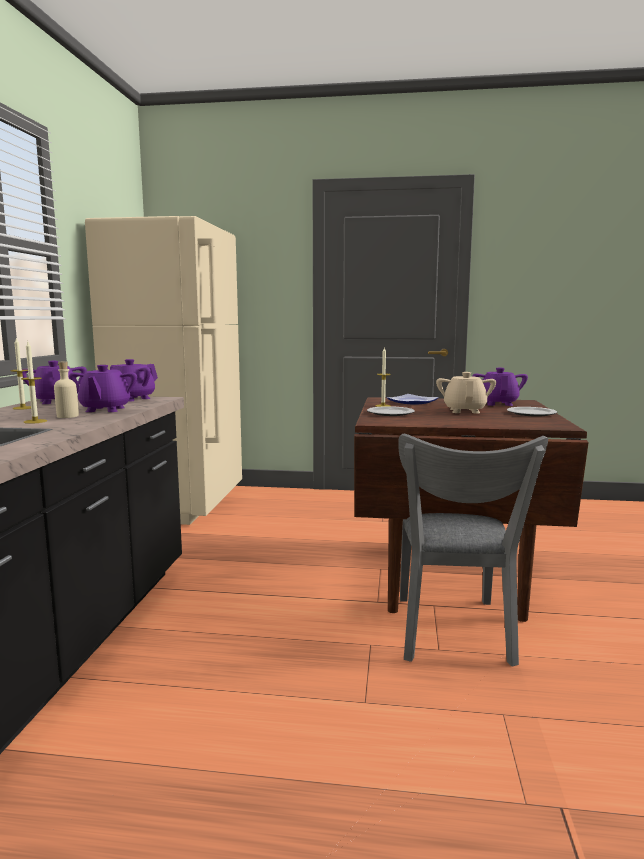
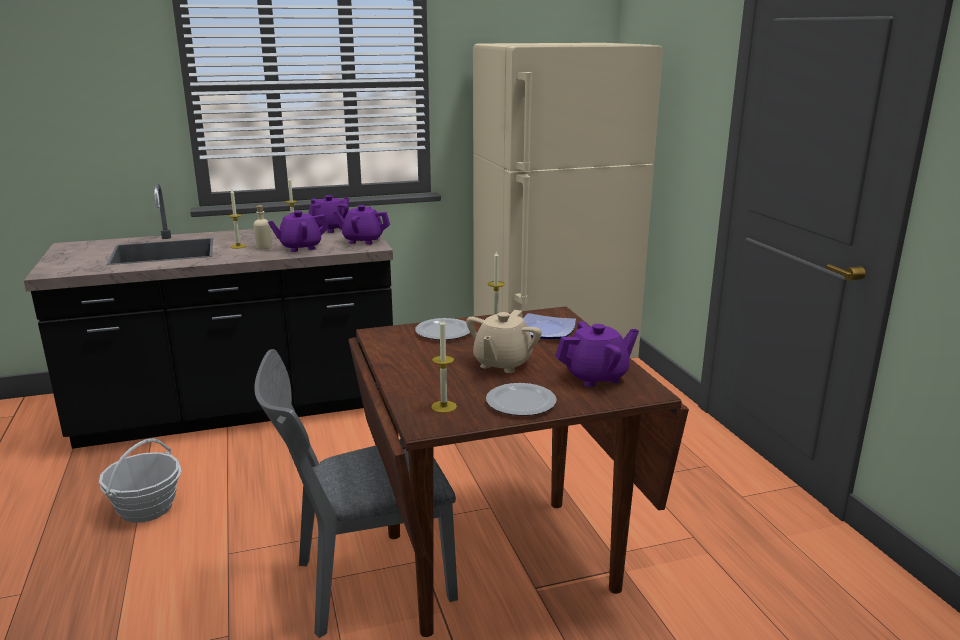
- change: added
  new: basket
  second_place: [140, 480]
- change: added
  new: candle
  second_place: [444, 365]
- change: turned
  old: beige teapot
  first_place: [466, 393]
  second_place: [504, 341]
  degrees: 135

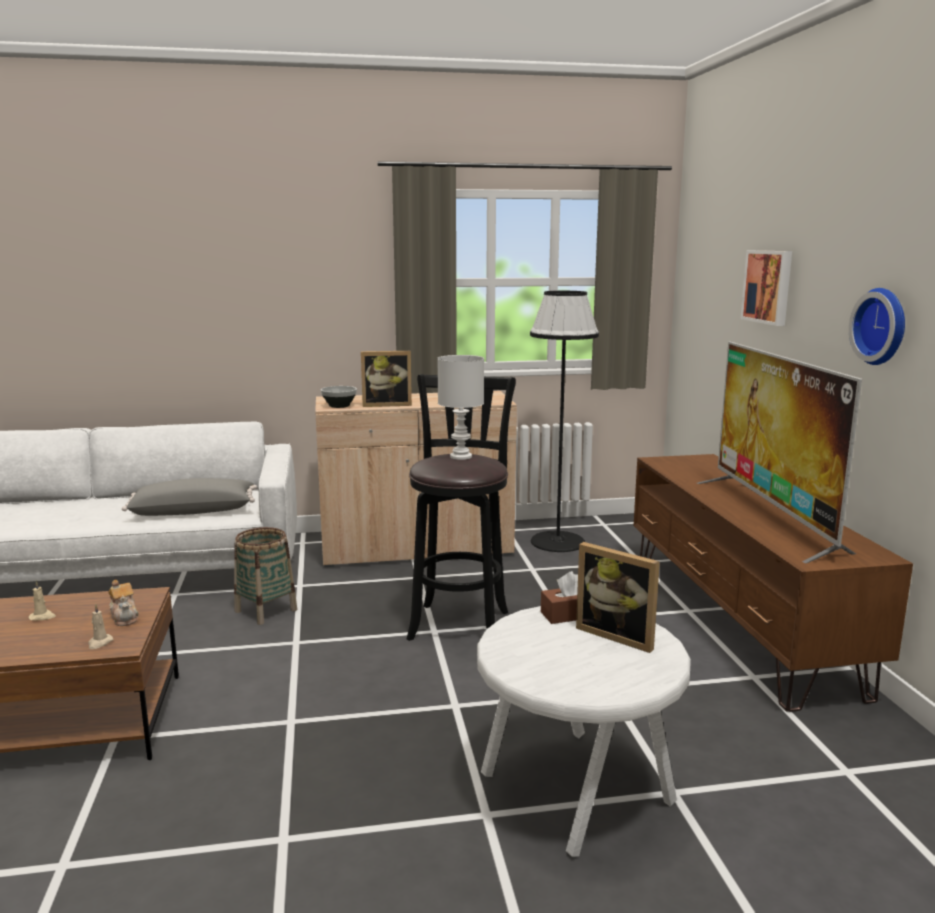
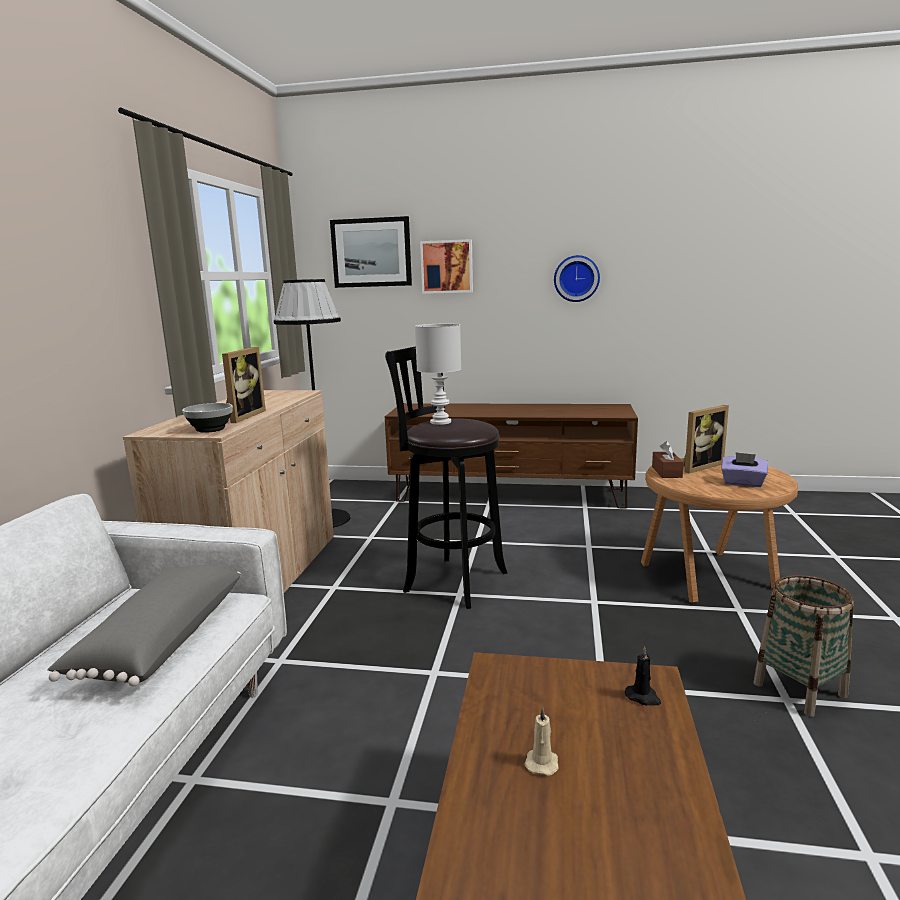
- change: removed
  old: teapot
  first_place: [123, 602]
- change: removed
  old: television
  first_place: [779, 452]
- change: added
  new: picture
  second_place: [371, 252]
- change: added
  new: purple tissue box
  second_place: [744, 469]
- change: moved
  old: basket
  first_place: [265, 576]
  second_place: [803, 646]
- change: recoloured
  old: beige candle
  new: black candle
  first_place: [101, 626]
  second_place: [643, 676]
- change: recoloured
  old: white side table
  new: brown side table
  first_place: [584, 731]
  second_place: [719, 530]

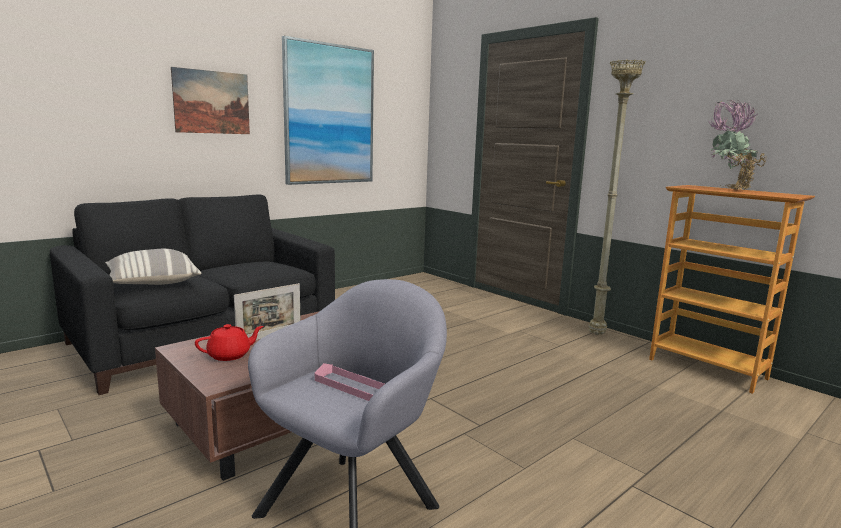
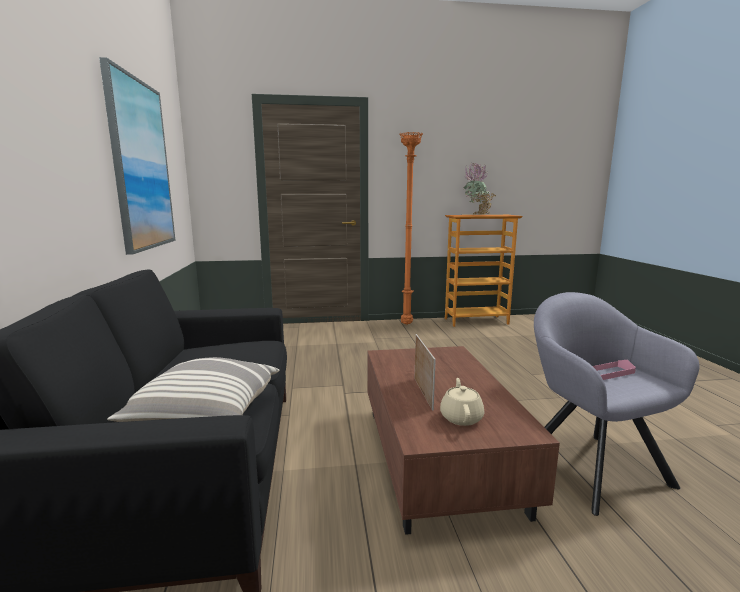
- change: removed
  old: picture
  first_place: [210, 100]
- change: recoloured
  old: red teapot
  new: beige teapot
  first_place: [229, 342]
  second_place: [462, 402]
- change: recoloured
  old: beige floor lamp
  new: orange floor lamp
  first_place: [617, 197]
  second_place: [411, 228]

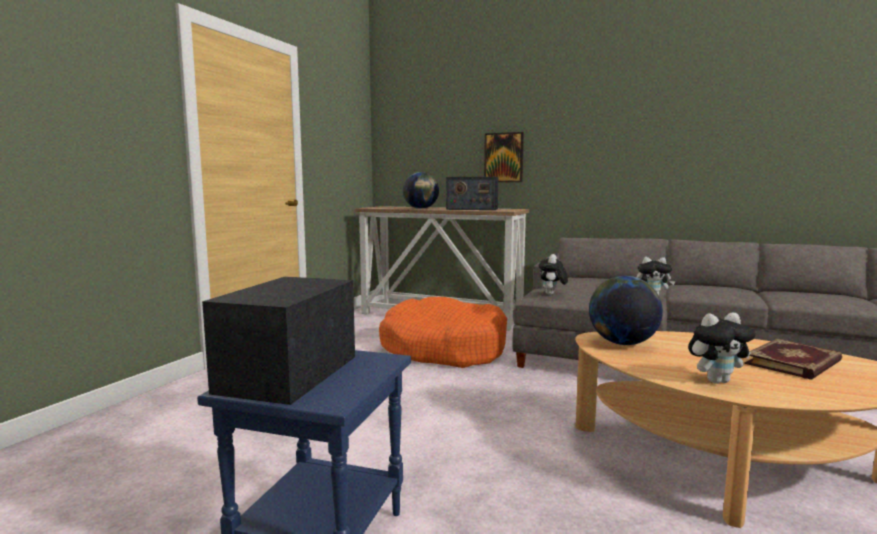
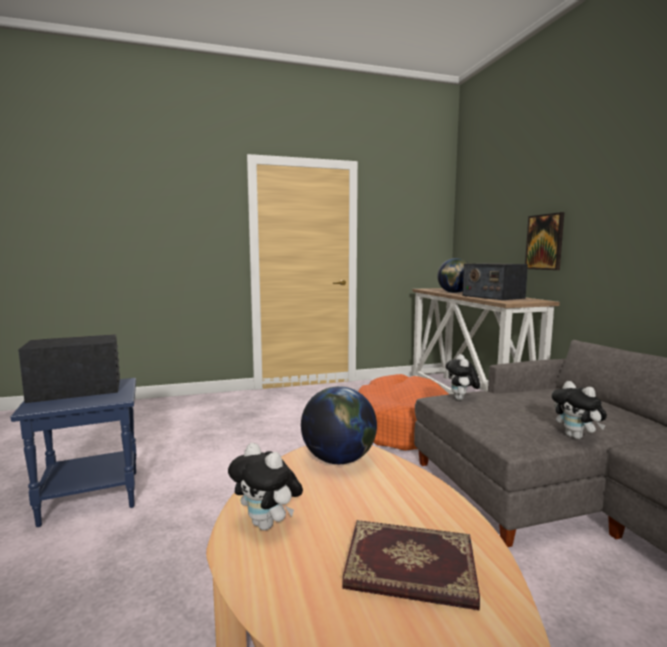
- change: turned
  old: plush toy
  first_place: [553, 274]
  second_place: [463, 377]
  degrees: -60

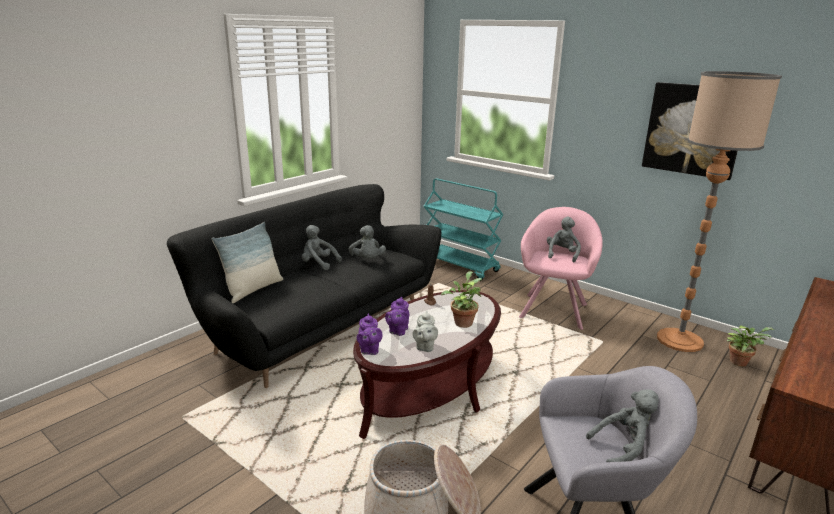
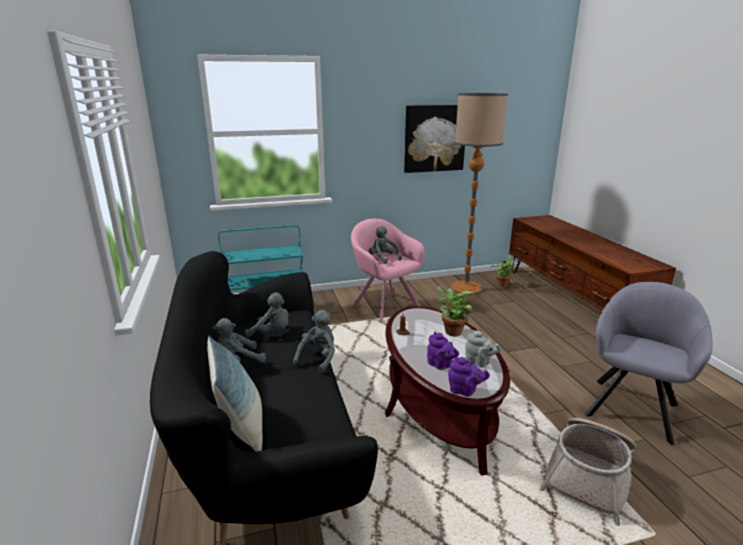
- change: moved
  old: grey plush toy
  first_place: [622, 425]
  second_place: [314, 341]

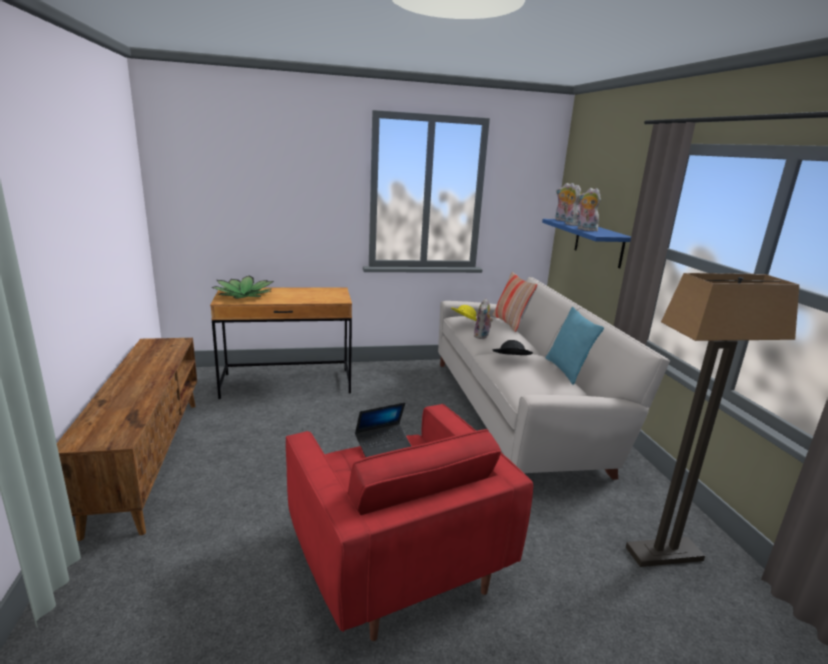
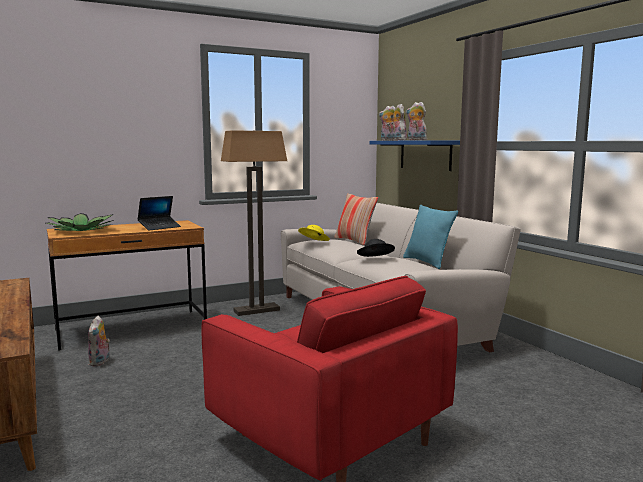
- change: moved
  old: laptop
  first_place: [383, 429]
  second_place: [159, 213]
- change: moved
  old: plush toy
  first_place: [483, 318]
  second_place: [99, 341]
- change: moved
  old: floor lamp
  first_place: [712, 420]
  second_place: [254, 223]

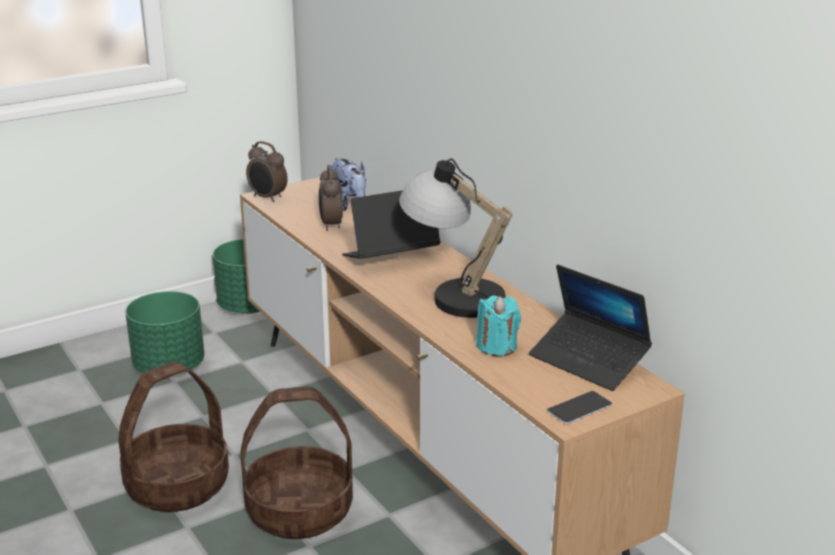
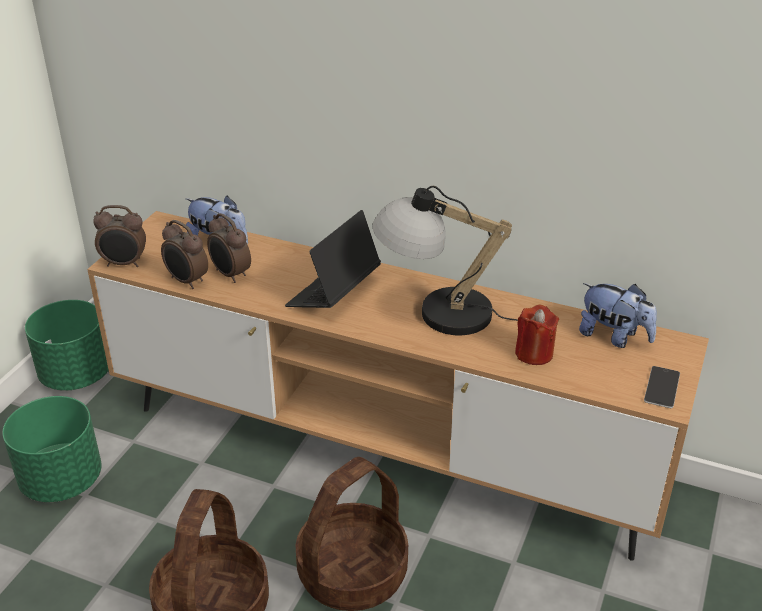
- change: added
  new: alarm clock
  second_place: [184, 254]
- change: replaced
  old: laptop
  new: plush toy
  first_place: [590, 327]
  second_place: [618, 315]
- change: recoloured
  old: turquoise candle
  new: red candle
  first_place: [498, 326]
  second_place: [537, 335]

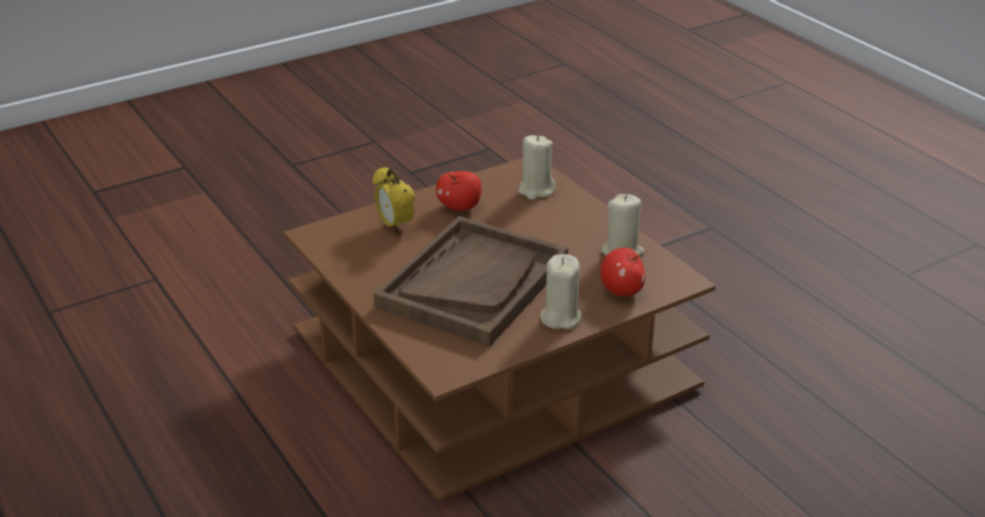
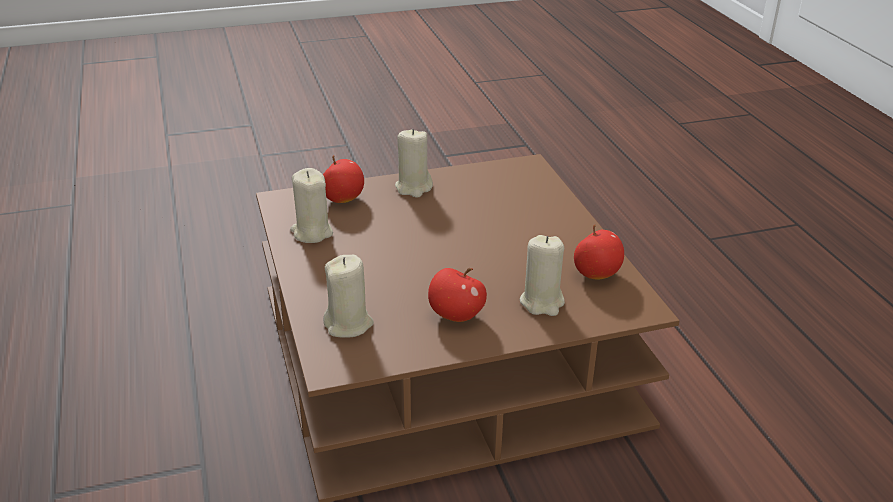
- change: removed
  old: brown tray
  first_place: [470, 281]
- change: added
  new: apple
  second_place: [599, 252]
- change: replaced
  old: alarm clock
  new: beige candle
  first_place: [394, 200]
  second_place: [542, 275]

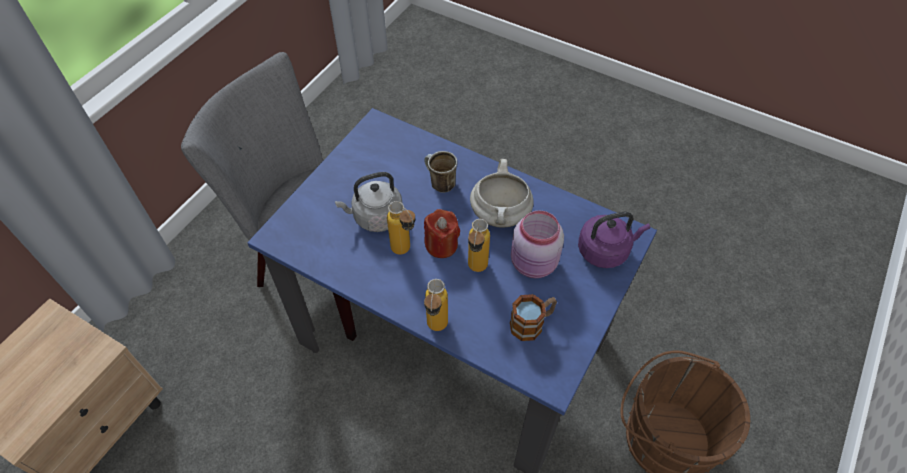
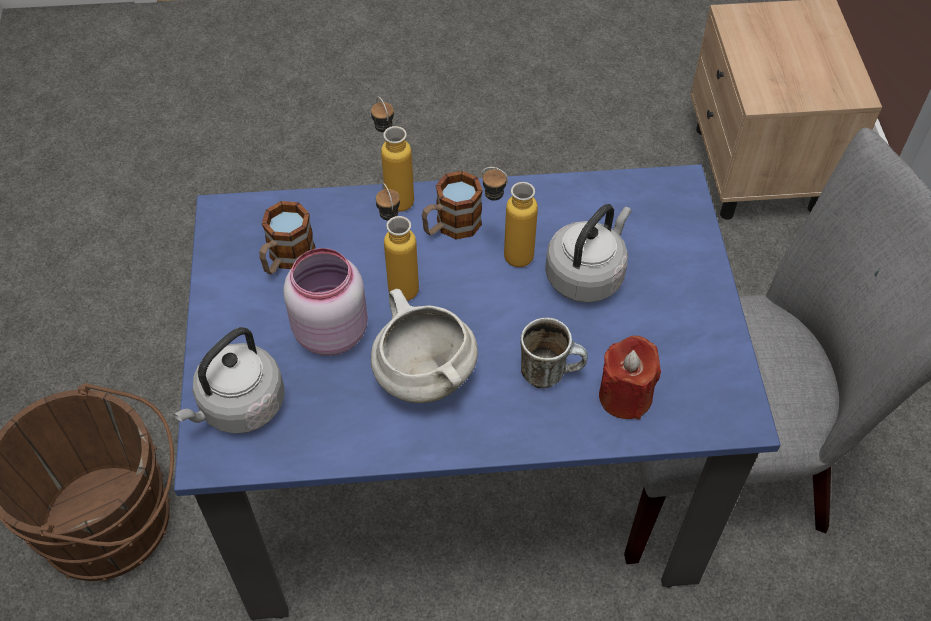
- change: added
  new: mug
  second_place: [452, 205]
- change: moved
  old: red candle
  first_place: [442, 233]
  second_place: [630, 378]
- change: recoloured
  old: purple kettle
  new: grey kettle
  first_place: [614, 240]
  second_place: [229, 380]

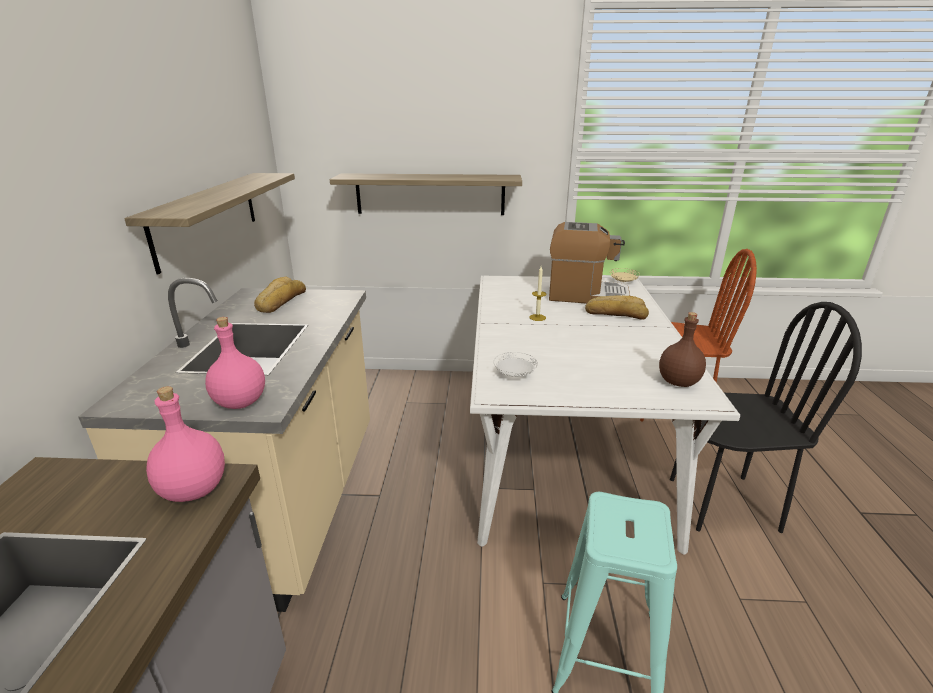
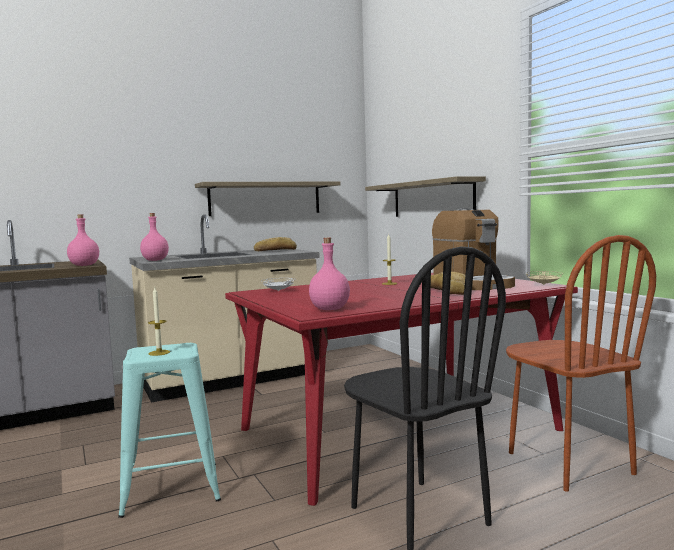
- change: added
  new: candle
  second_place: [159, 321]
- change: recoloured
  old: white dining table
  new: red dining table
  first_place: [605, 415]
  second_place: [401, 389]
- change: recoloured
  old: brown bottle
  new: pink bottle
  first_place: [682, 349]
  second_place: [329, 274]

